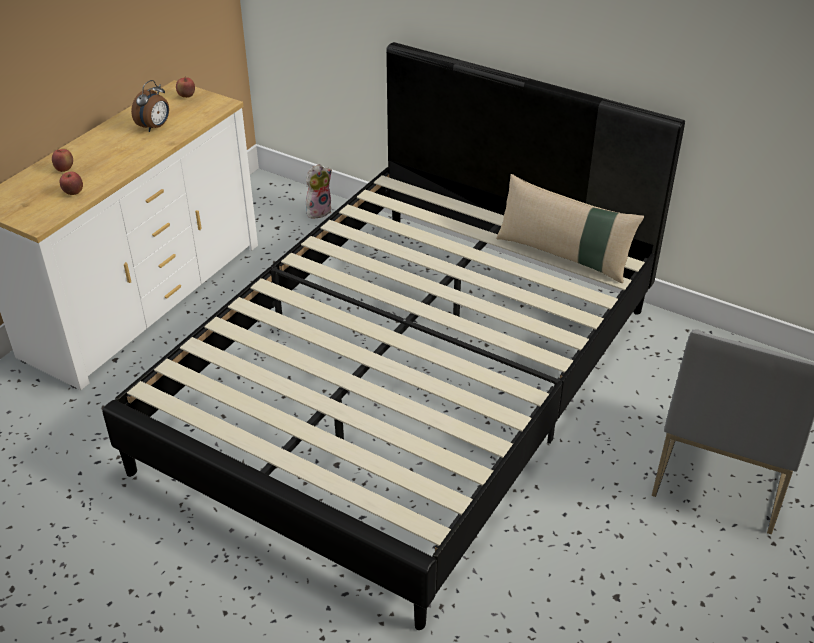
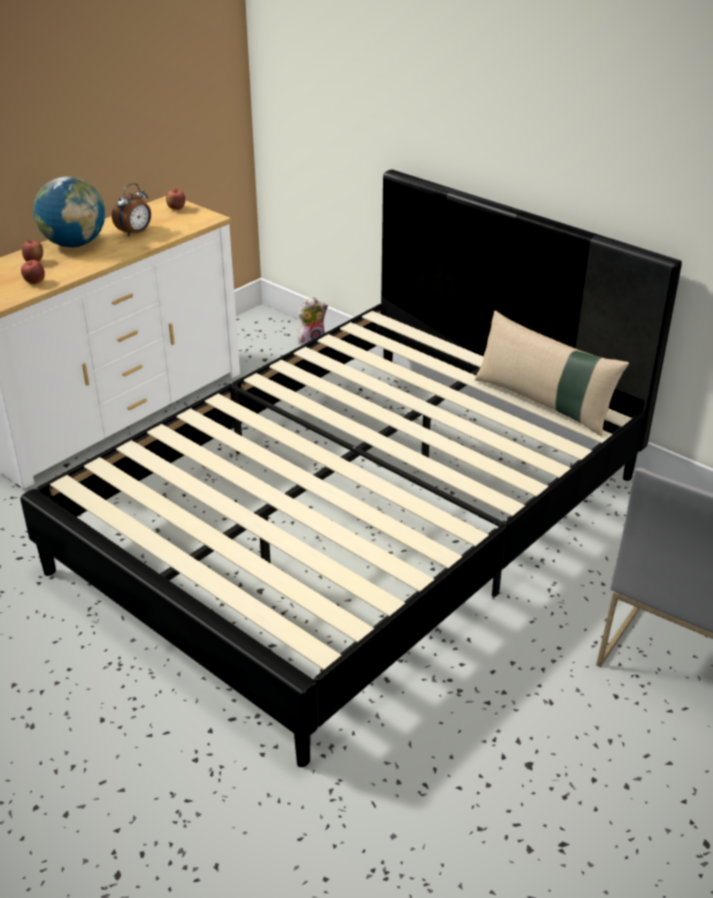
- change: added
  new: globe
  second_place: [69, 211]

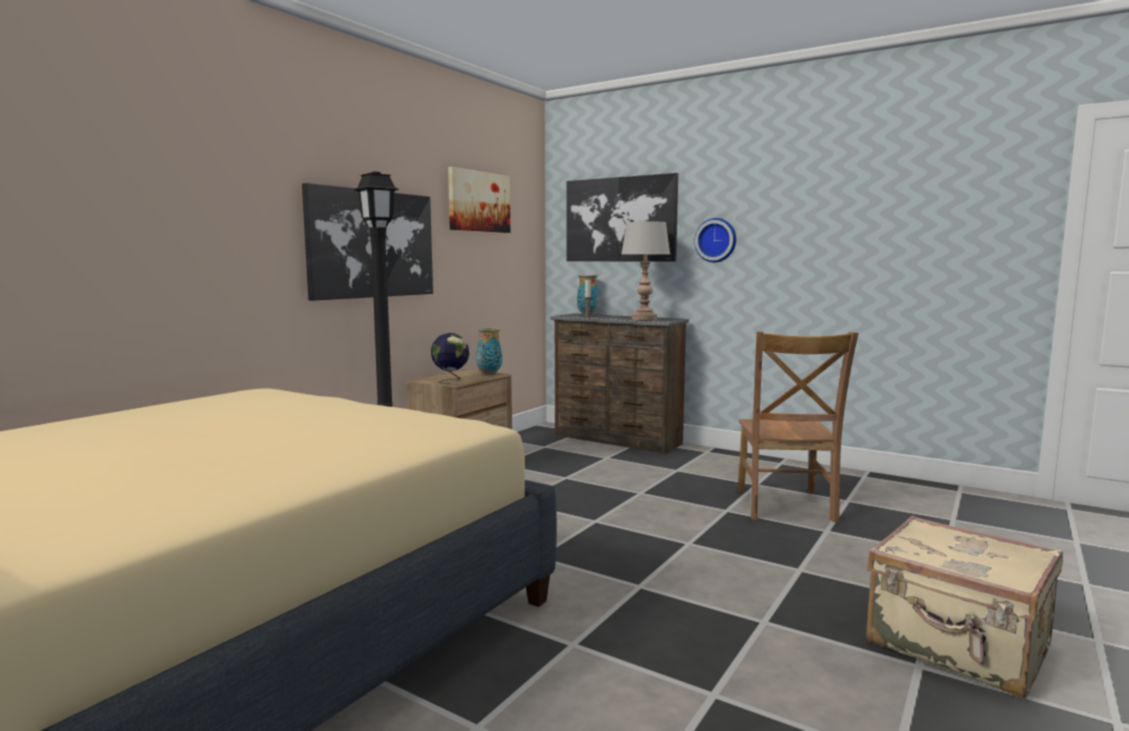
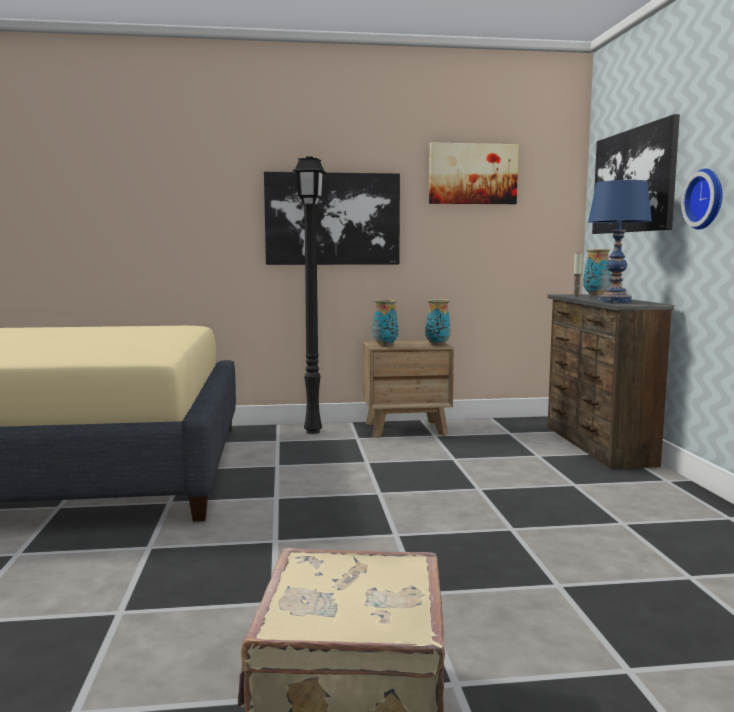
- change: removed
  old: brown chair
  first_place: [798, 427]
- change: replaced
  old: globe
  new: vase
  first_place: [450, 358]
  second_place: [385, 322]
- change: recoloured
  old: grey table lamp
  new: blue table lamp
  first_place: [645, 270]
  second_place: [620, 241]

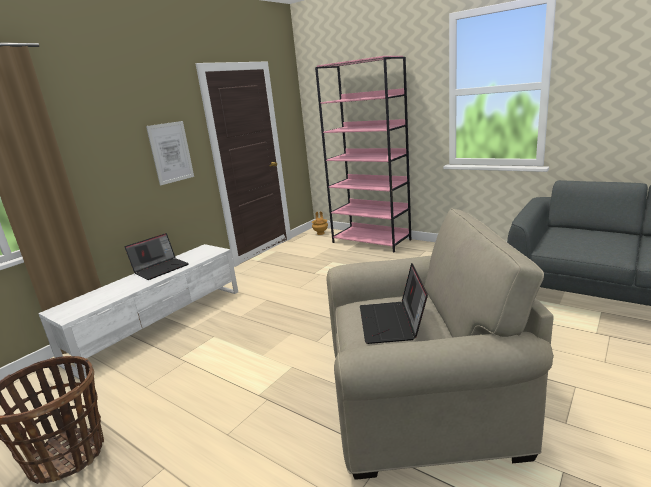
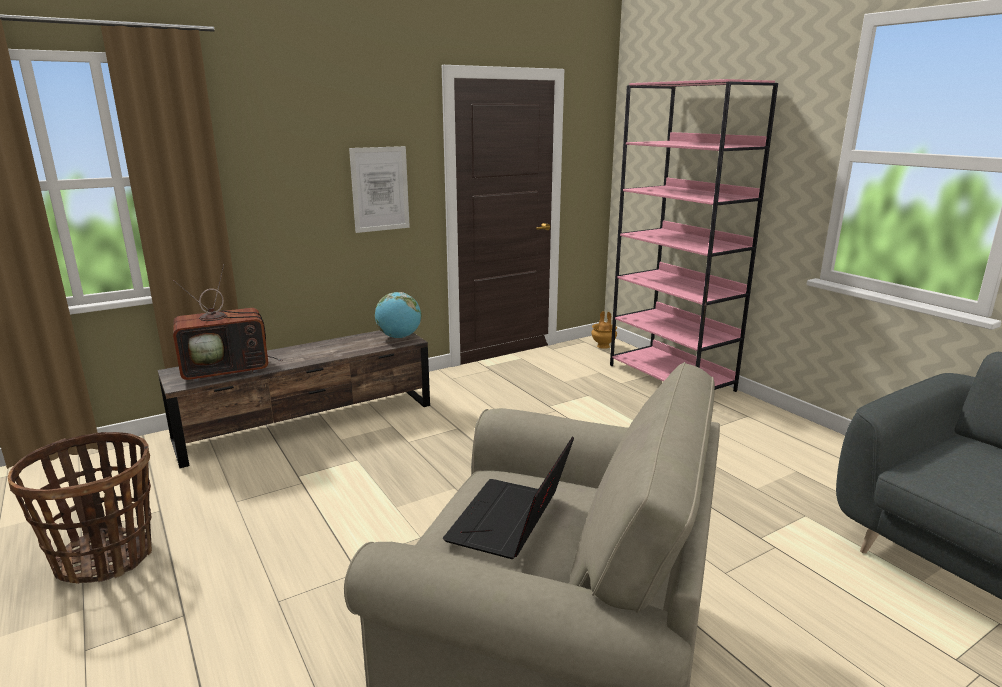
- change: removed
  old: laptop
  first_place: [157, 256]
- change: added
  new: television
  second_place: [228, 323]
- change: added
  new: globe
  second_place: [398, 315]
- change: recoloured
  old: white tv stand
  new: brown tv stand
  first_place: [138, 312]
  second_place: [294, 399]

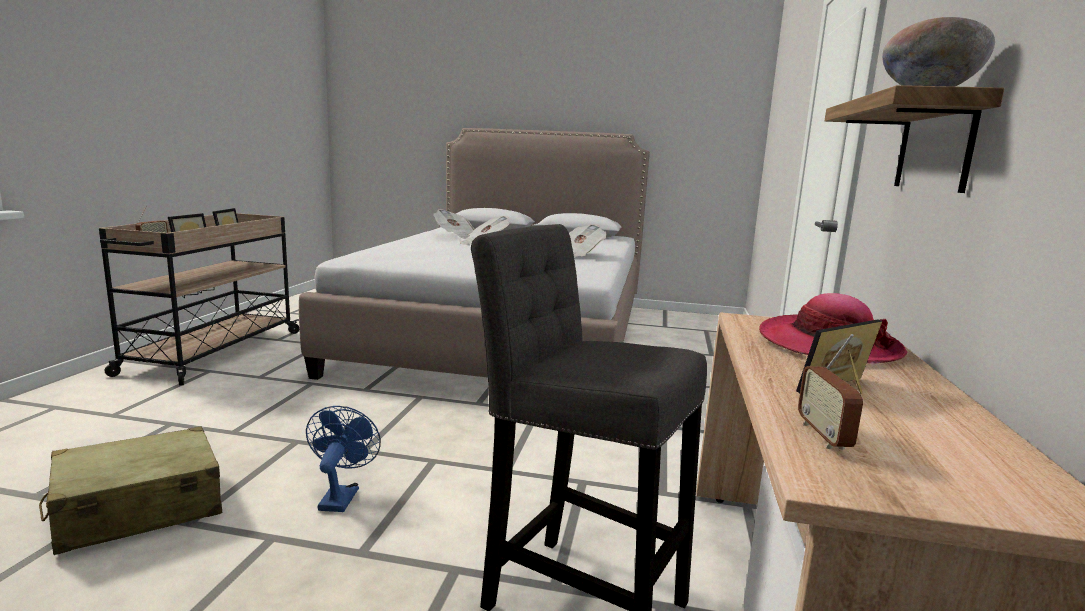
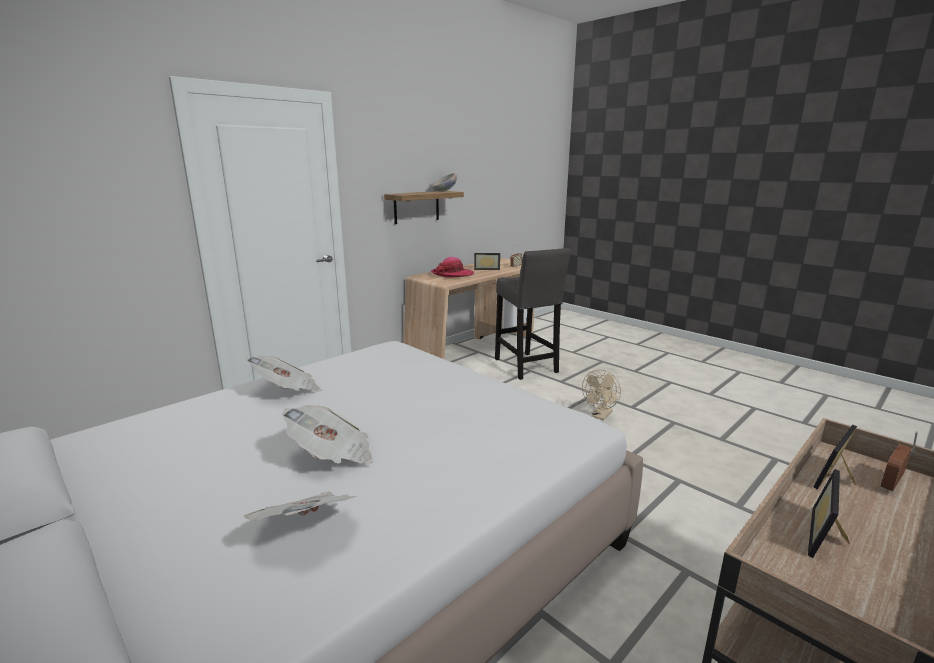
- change: removed
  old: beige suitcase
  first_place: [130, 491]
- change: recoloured
  old: blue fan
  new: beige fan
  first_place: [343, 459]
  second_place: [601, 395]

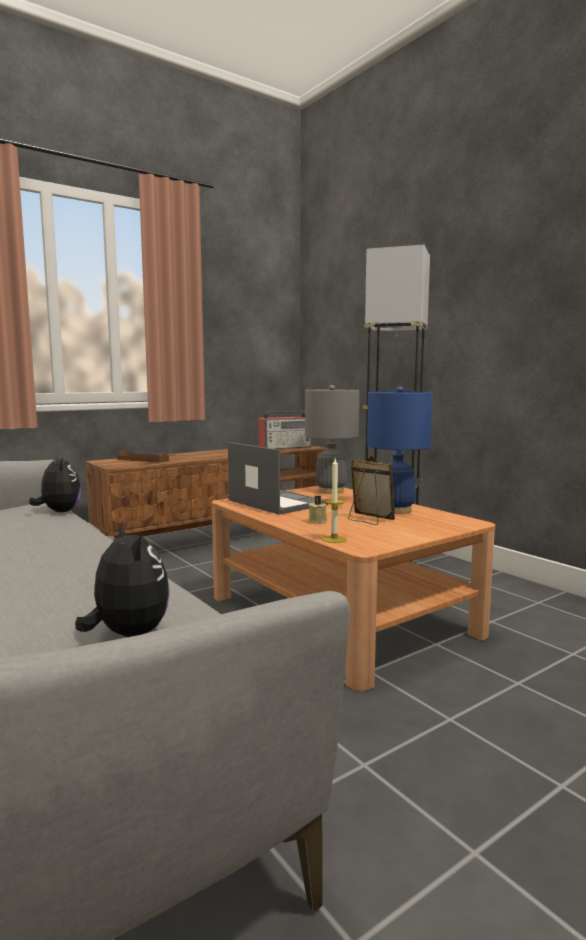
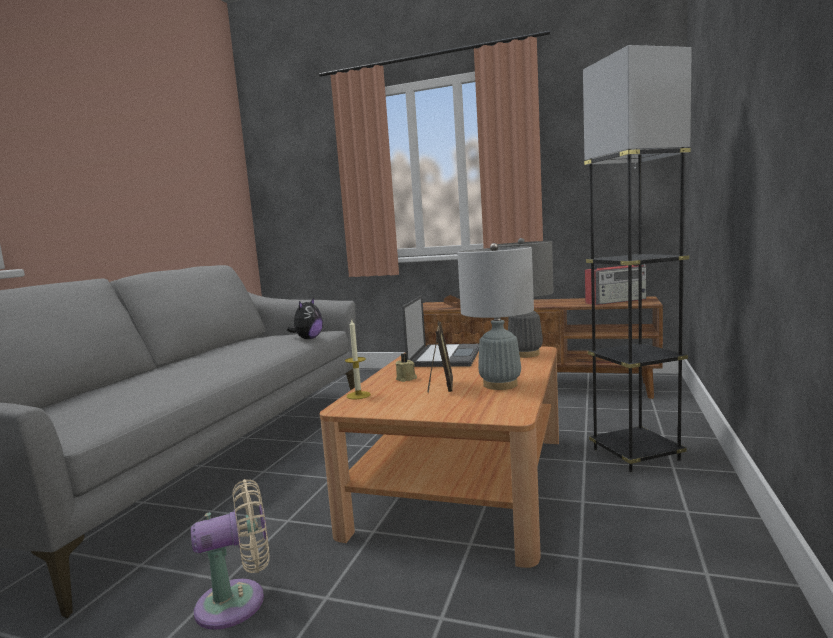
- change: removed
  old: plush toy
  first_place: [122, 579]
- change: added
  new: beige fan
  second_place: [230, 554]
- change: recoloured
  old: blue table lamp
  new: grey table lamp
  first_place: [400, 450]
  second_place: [495, 316]
- change: turned
  old: radio
  first_place: [284, 430]
  second_place: [615, 284]
  degrees: -45

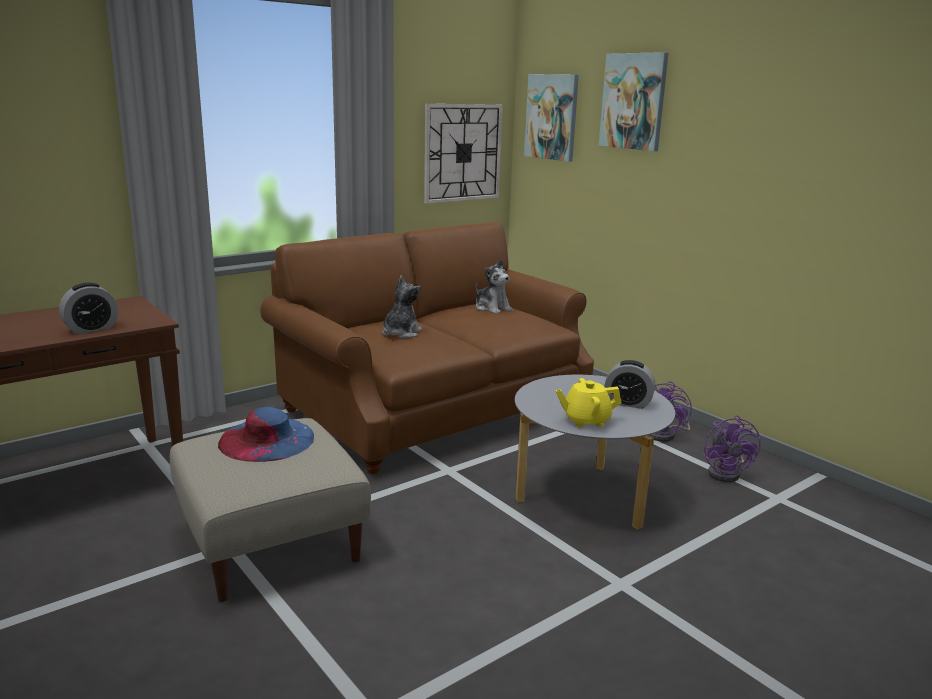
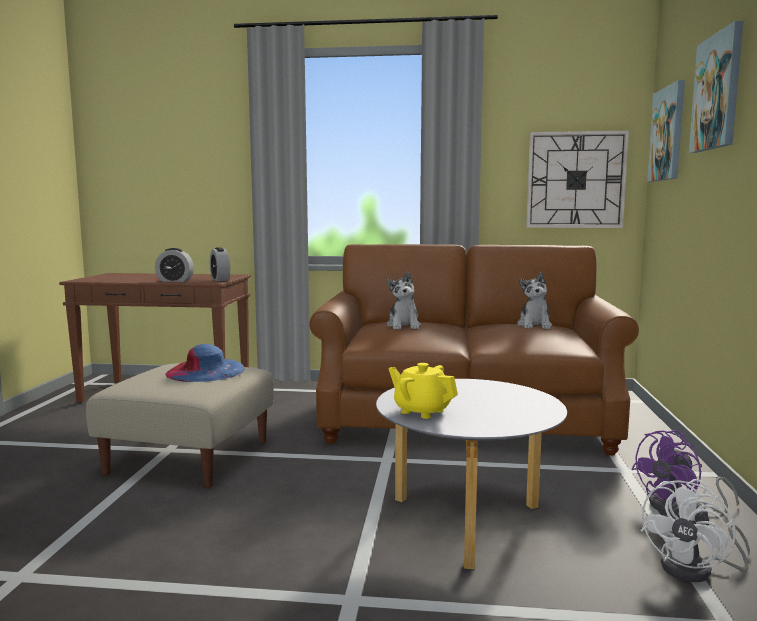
- change: moved
  old: alarm clock
  first_place: [629, 384]
  second_place: [220, 264]
- change: recoloured
  old: purple fan
  new: white fan
  first_place: [732, 448]
  second_place: [695, 530]
- change: turned
  old: plush toy
  first_place: [402, 307]
  second_place: [403, 300]
  degrees: 105

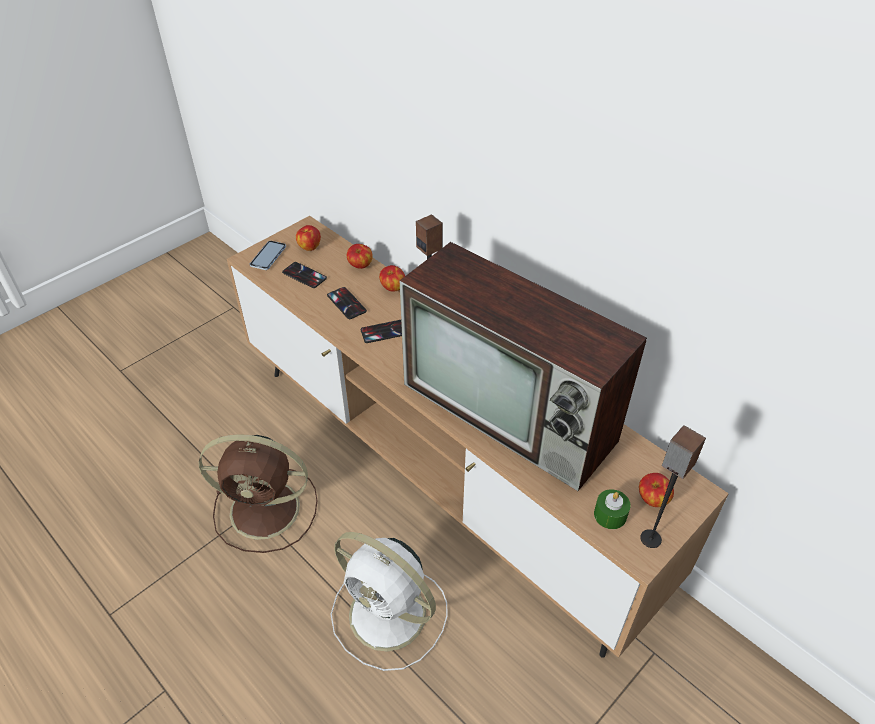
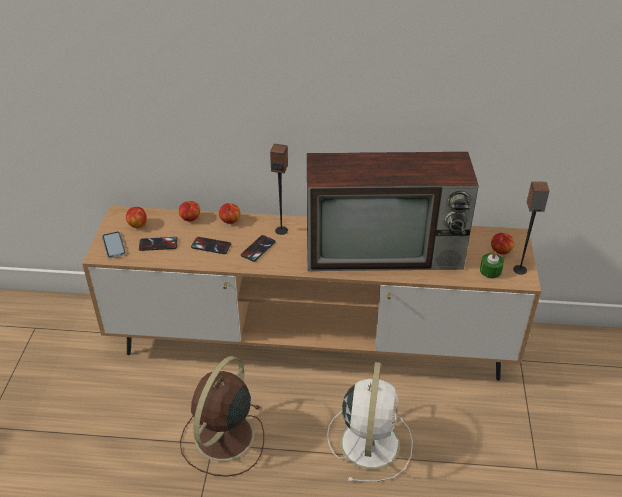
- change: turned
  old: brown fan
  first_place: [258, 493]
  second_place: [222, 416]
  degrees: 150
- change: turned
  old: white fan
  first_place: [389, 601]
  second_place: [370, 422]
  degrees: -75

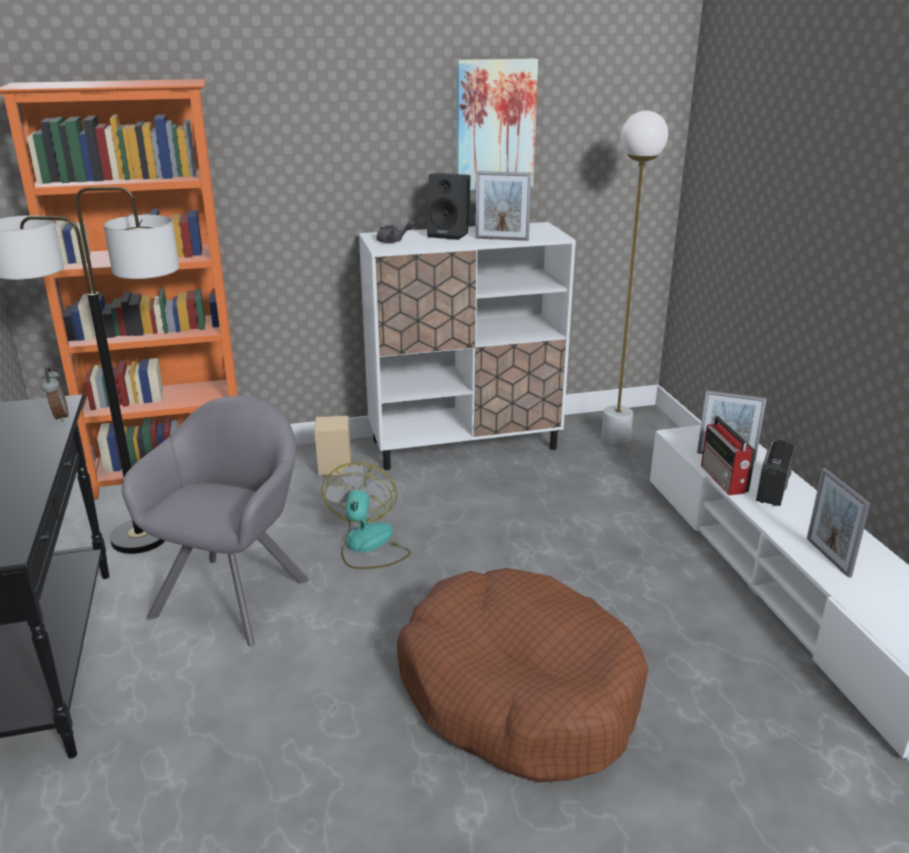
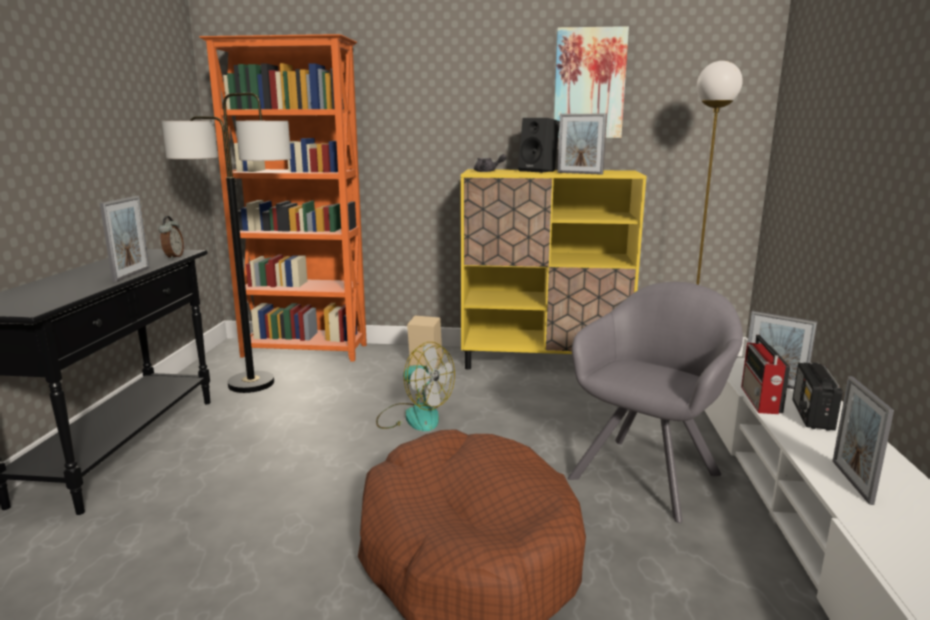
- change: added
  new: picture frame
  second_place: [125, 239]
- change: moved
  old: grey armchair
  first_place: [215, 521]
  second_place: [655, 402]
- change: recoloured
  old: white cabinet
  new: yellow cabinet
  first_place: [467, 346]
  second_place: [554, 269]
- change: turned
  old: fan
  first_place: [366, 515]
  second_place: [415, 386]
  degrees: 105
- change: turned
  old: radio
  first_place: [775, 473]
  second_place: [817, 396]
  degrees: 150

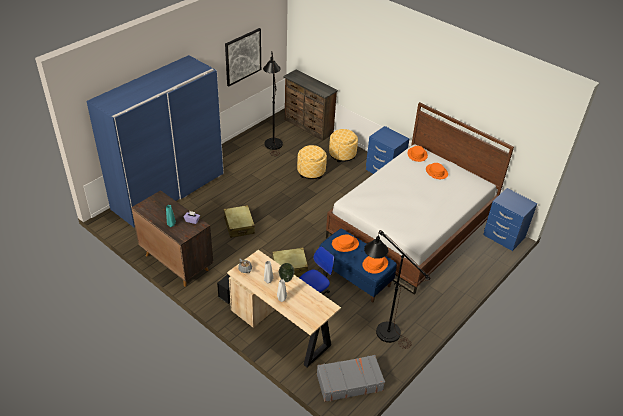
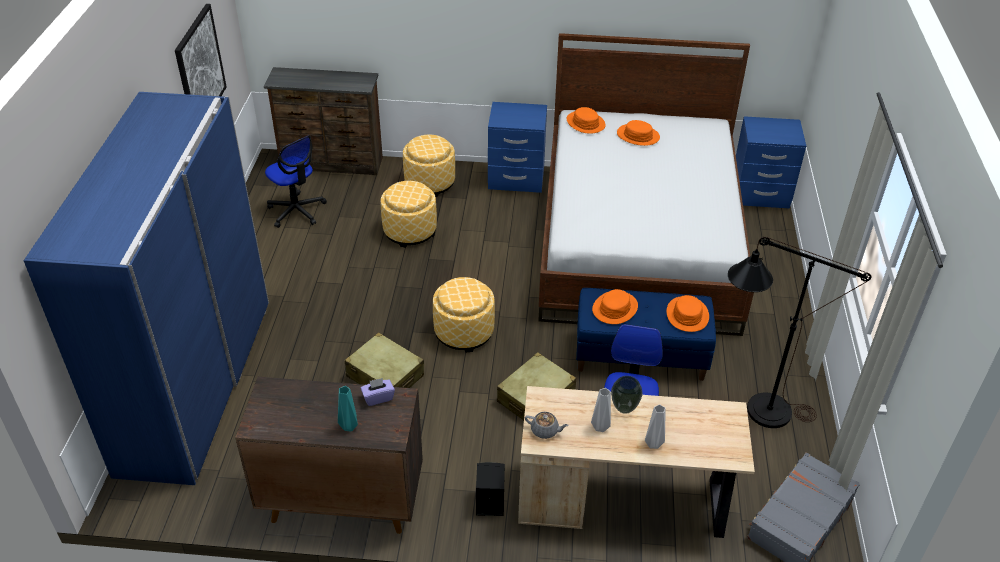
- change: added
  new: ottoman
  second_place: [464, 314]
- change: replaced
  old: black floor lamp
  new: office chair
  first_place: [273, 104]
  second_place: [296, 181]

